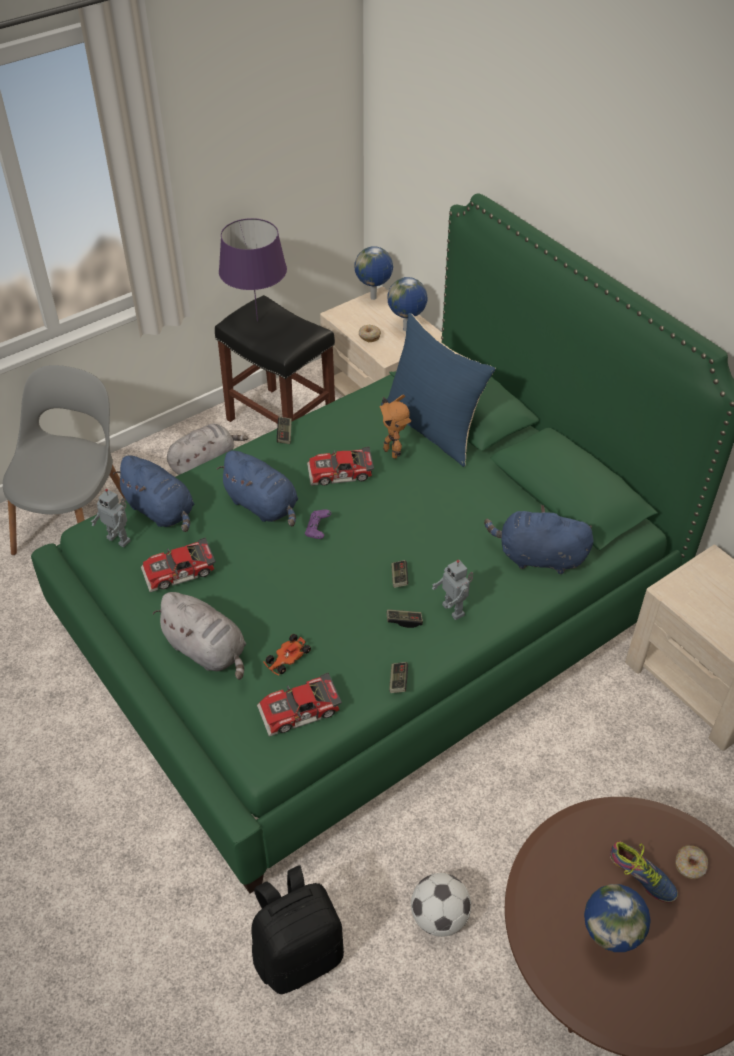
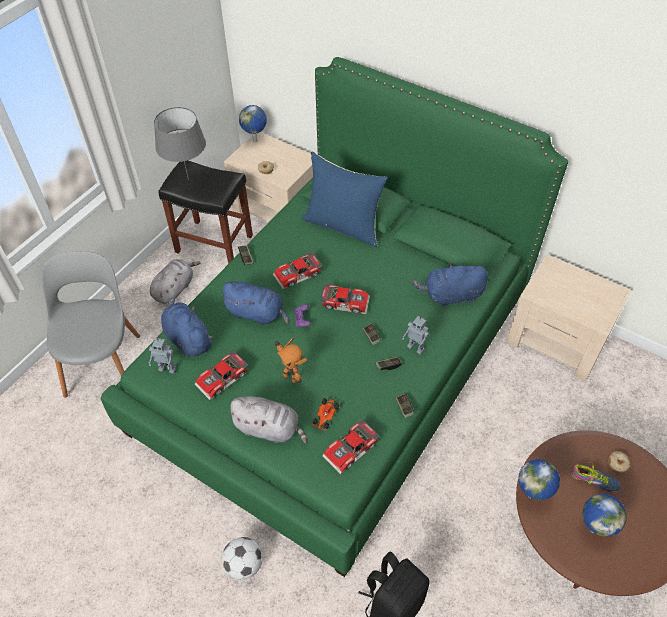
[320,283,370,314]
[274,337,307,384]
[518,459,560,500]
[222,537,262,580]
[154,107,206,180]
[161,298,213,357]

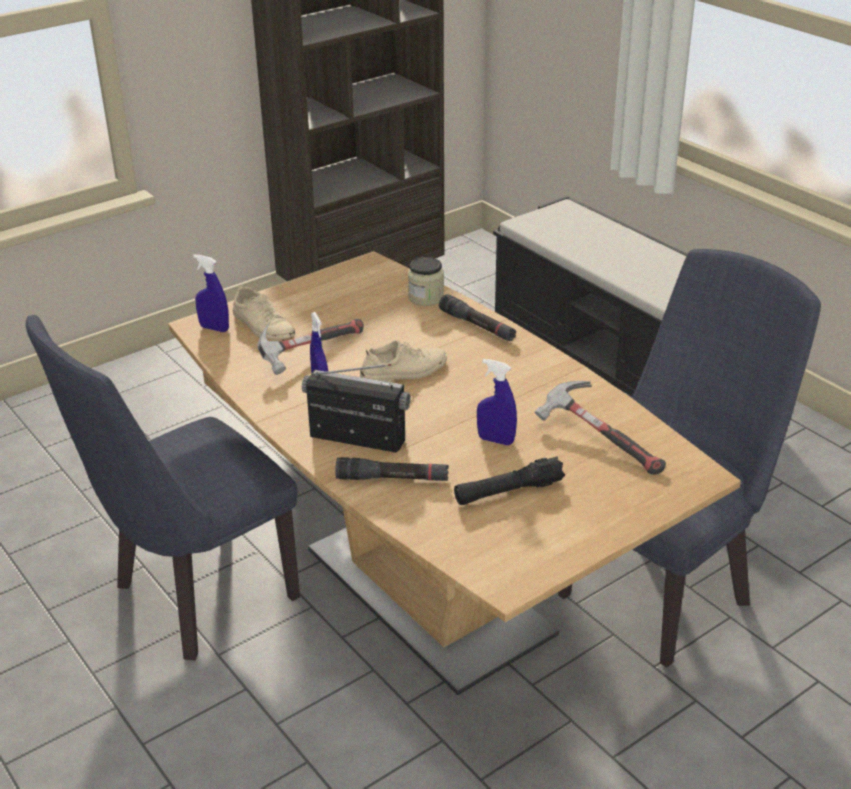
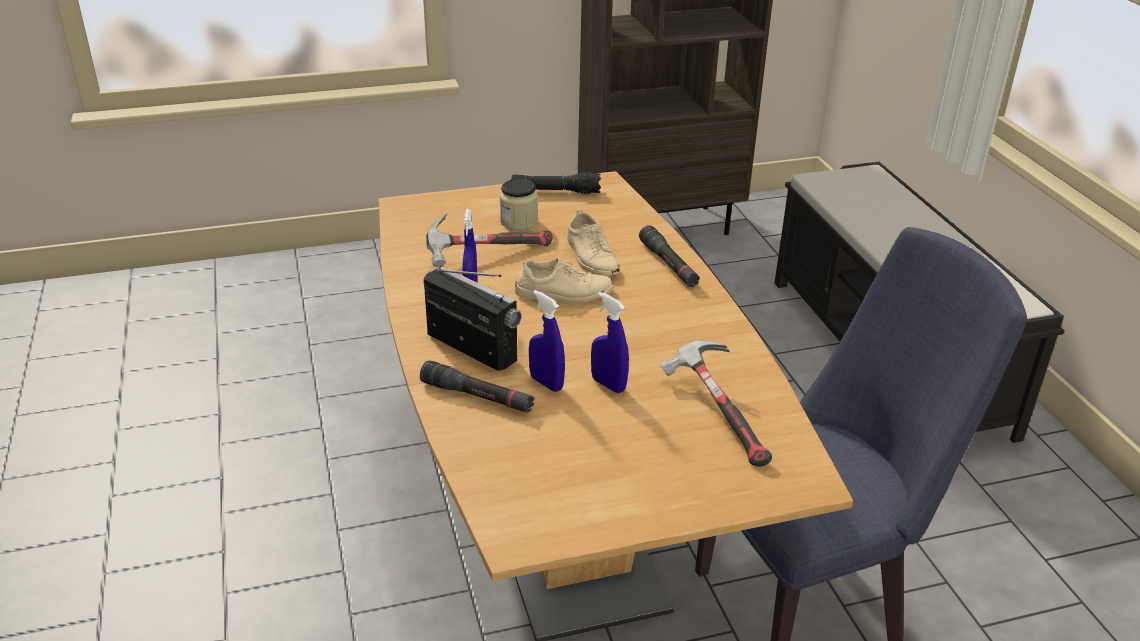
[26,315,300,661] (first image)
[529,290,565,392]
[567,209,620,276]
[499,179,538,230]
[511,172,601,194]

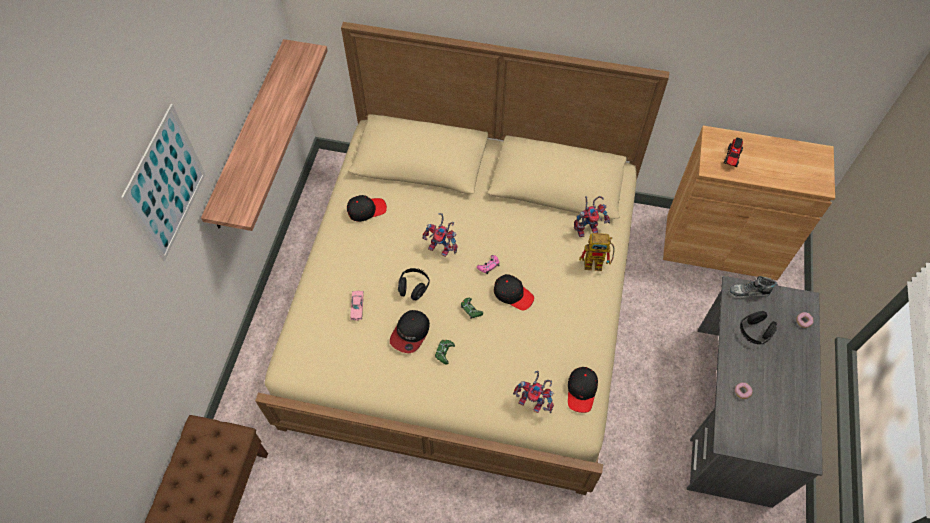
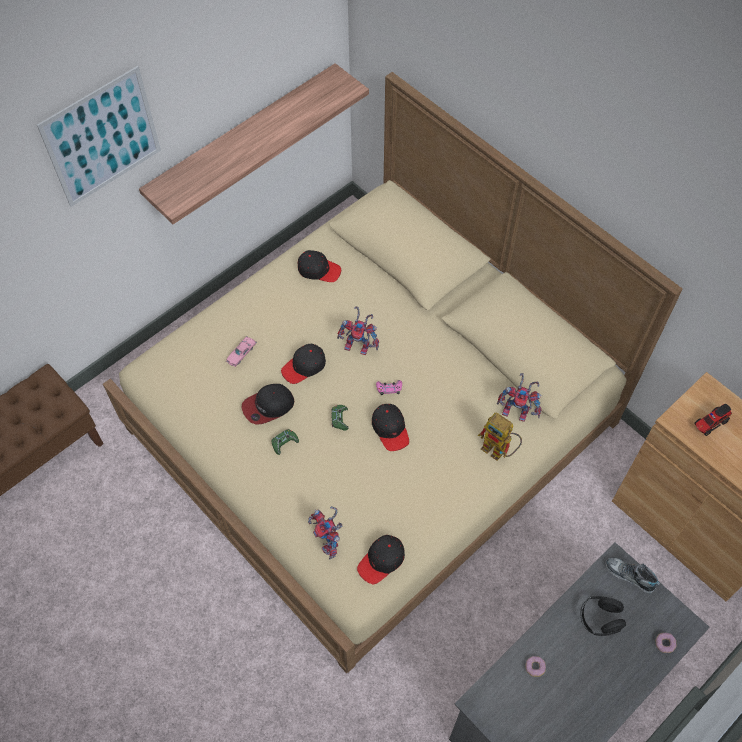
[281,343,326,384]
[337,306,379,355]

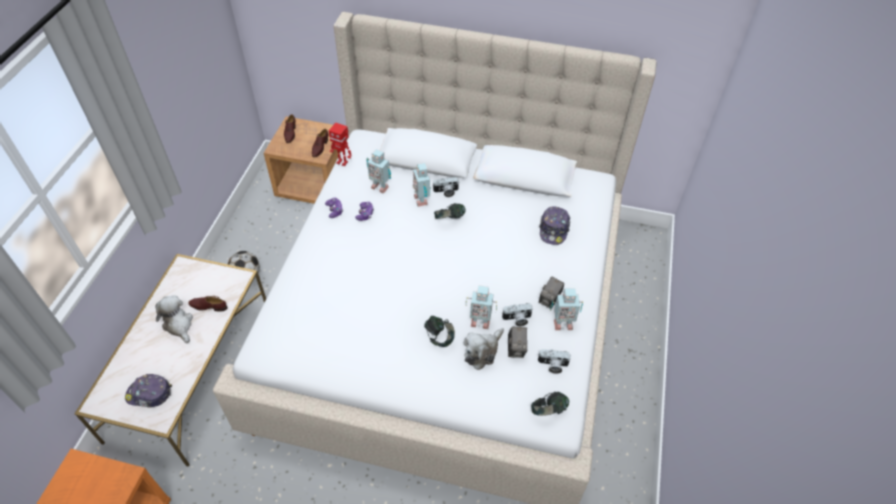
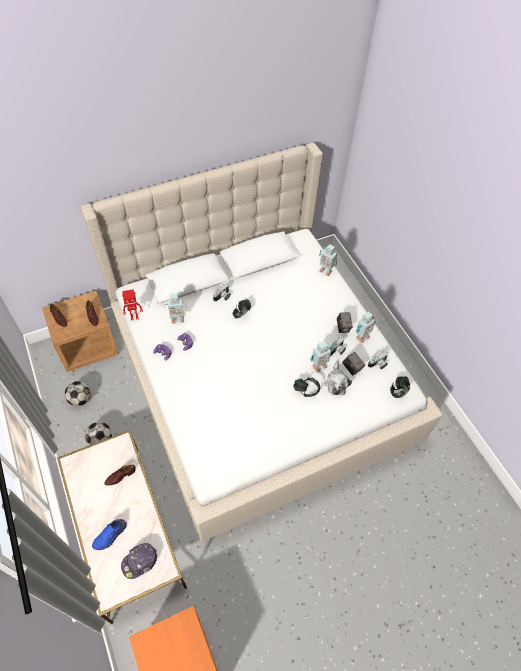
[156,295,193,343] (first image)
[539,206,570,245] (first image)
[65,381,91,406]
[92,519,127,550]
[319,244,337,276]

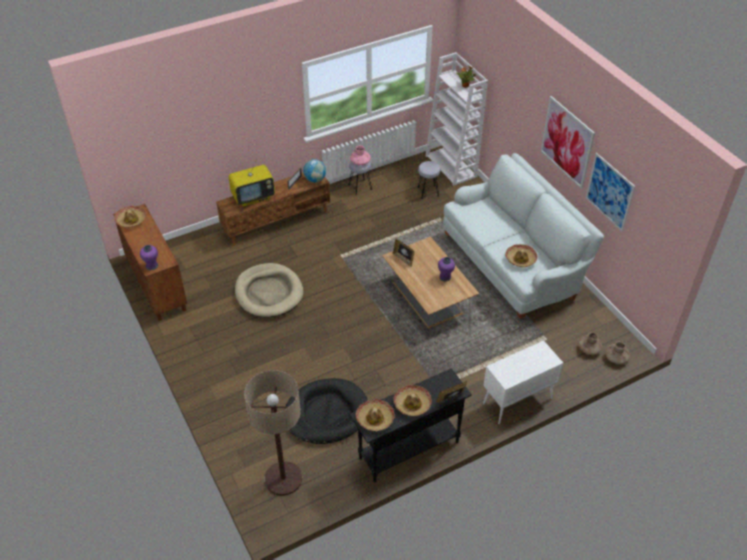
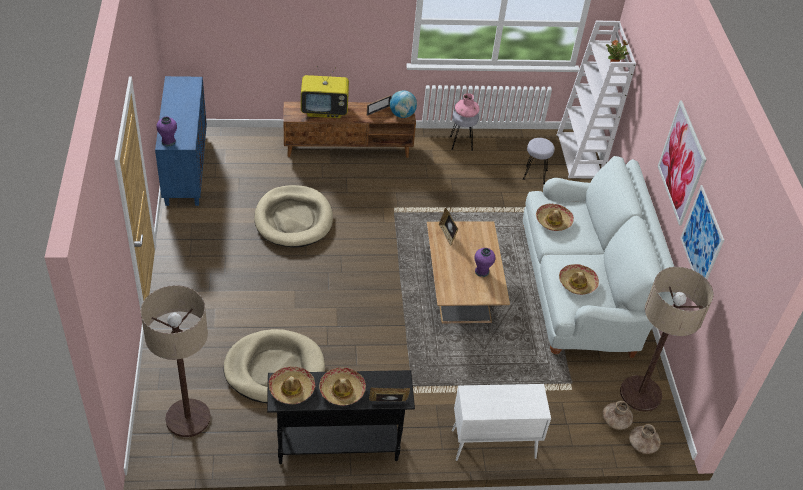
[620,267,714,412]
[536,204,574,231]
[155,76,207,206]
[223,329,325,403]

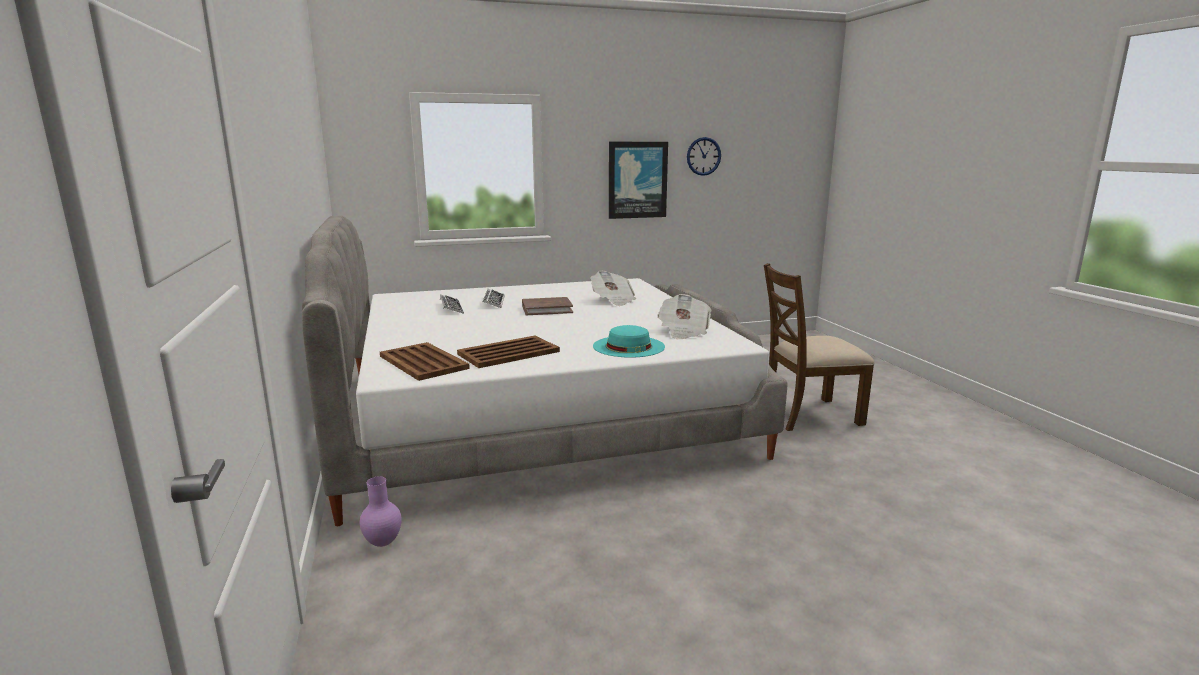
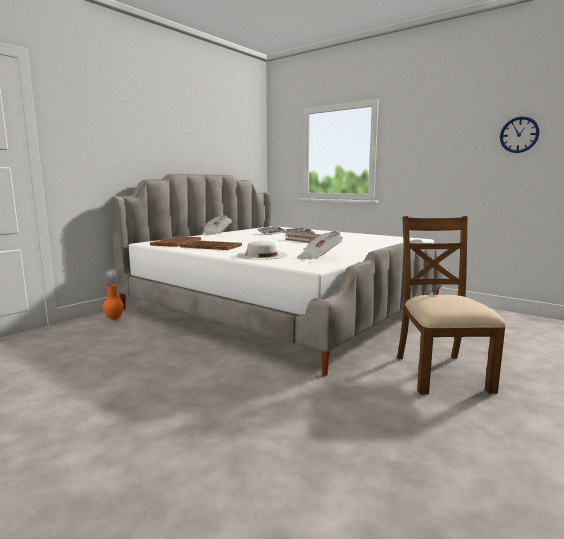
[609,142,668,219] (first image)
[202,215,232,236]
[103,284,124,320]
[236,241,287,260]
[397,216,506,395]

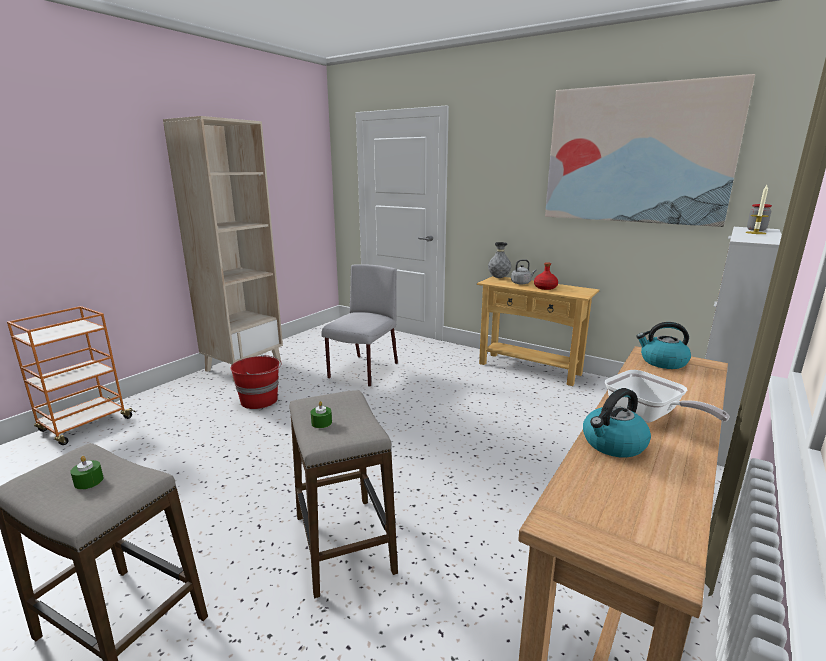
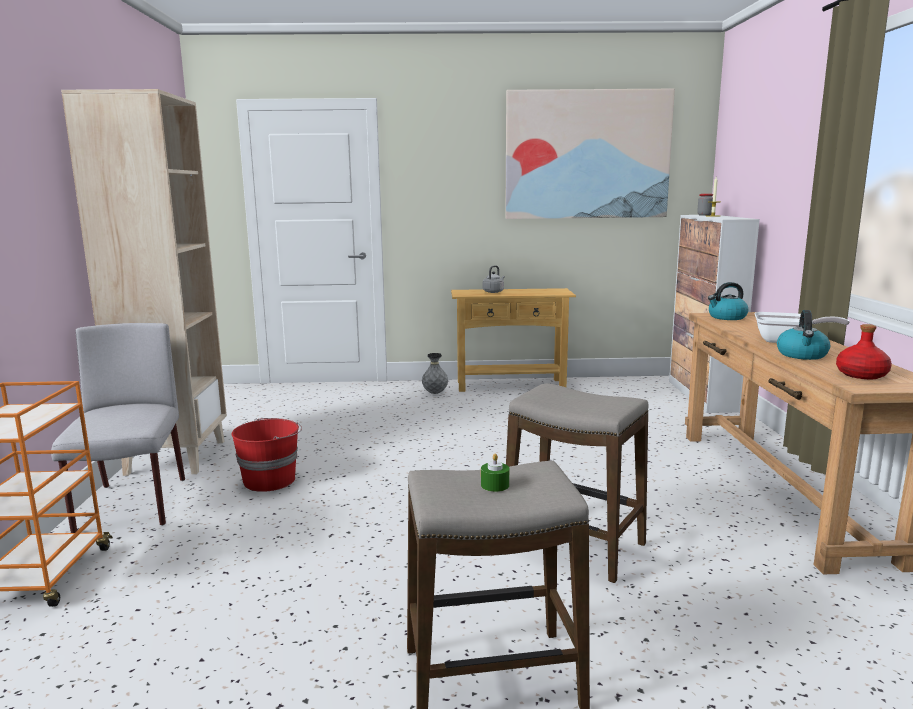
[311,401,332,428] (first image)
[51,323,185,533]
[422,353,448,394]
[836,324,892,379]

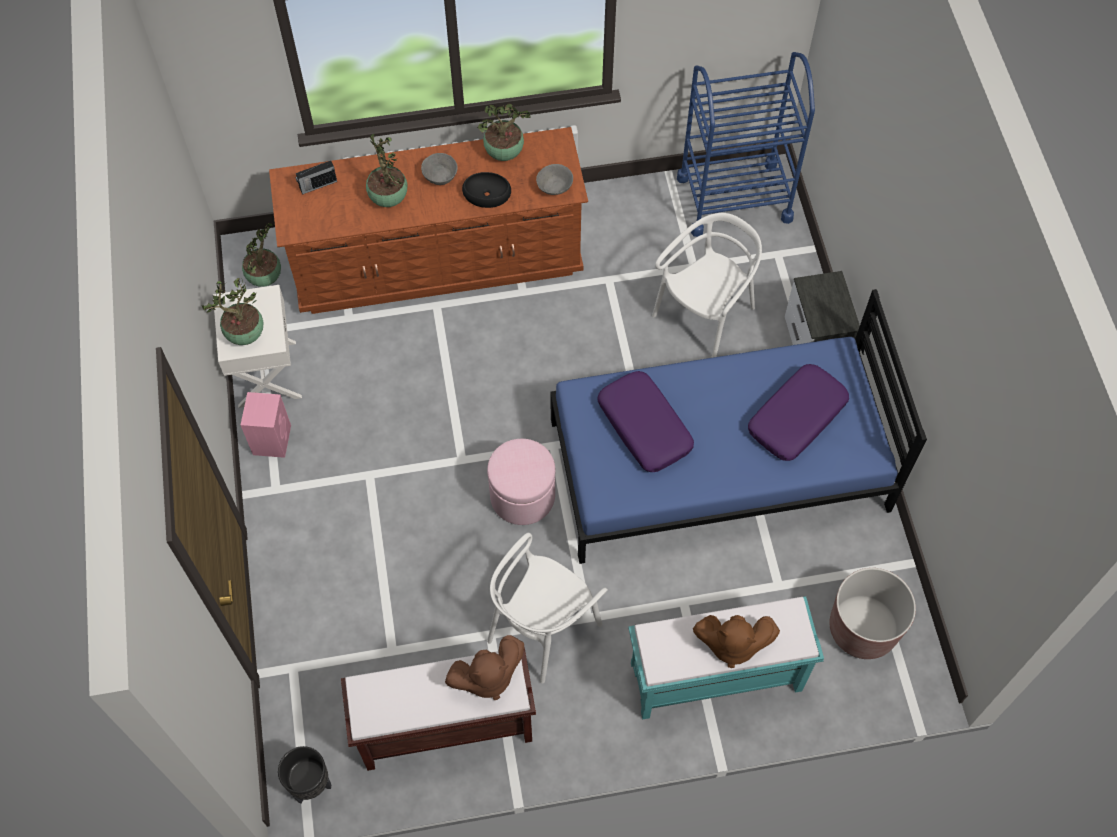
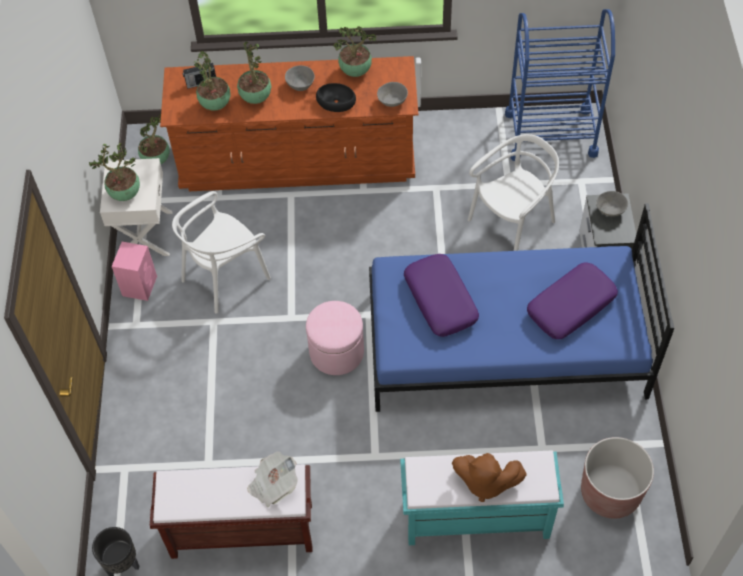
[194,51,231,111]
[596,191,628,217]
[172,191,271,313]
[247,451,298,507]

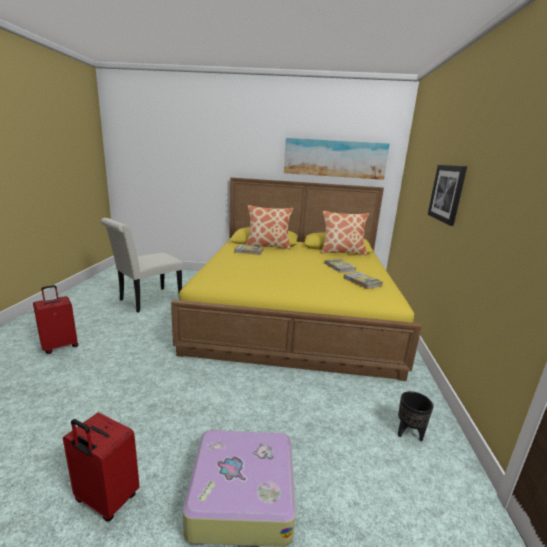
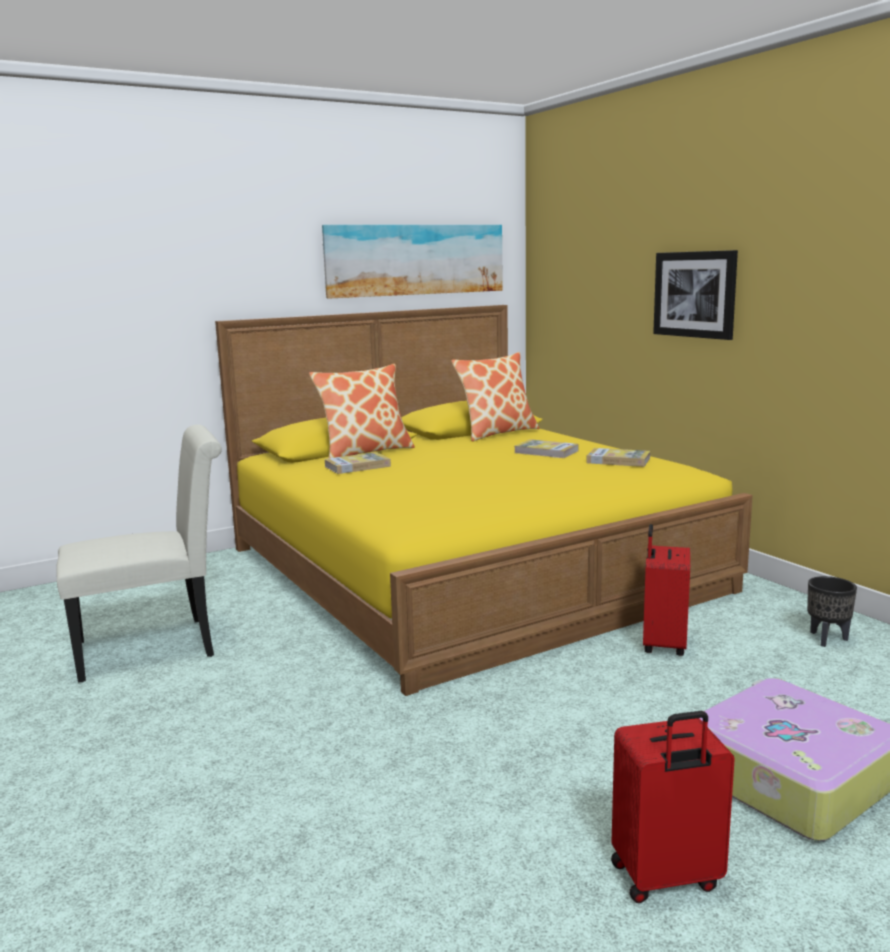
[643,524,690,656]
[56,424,222,683]

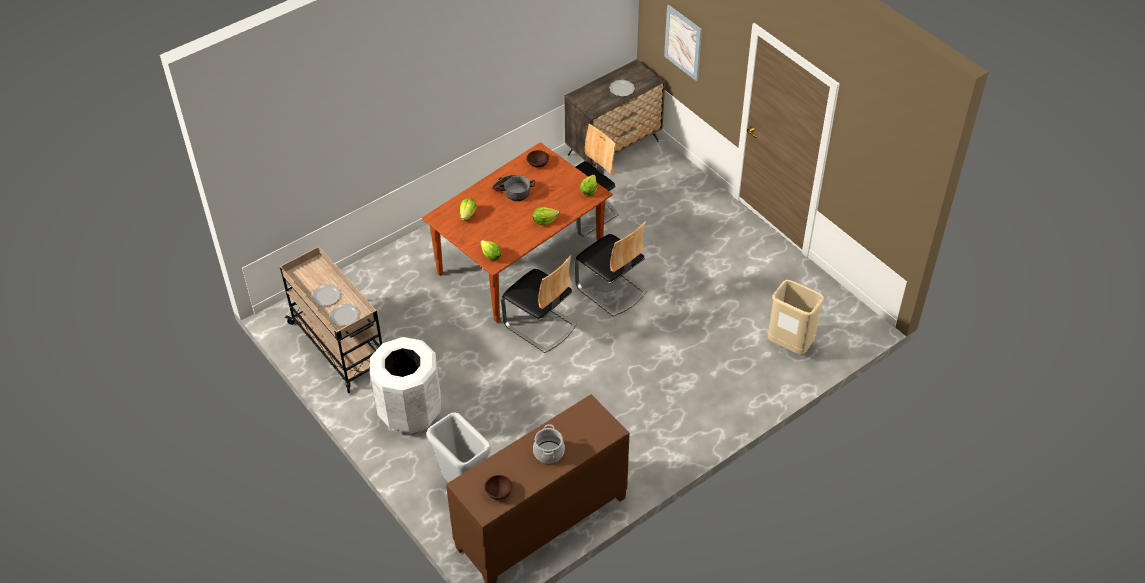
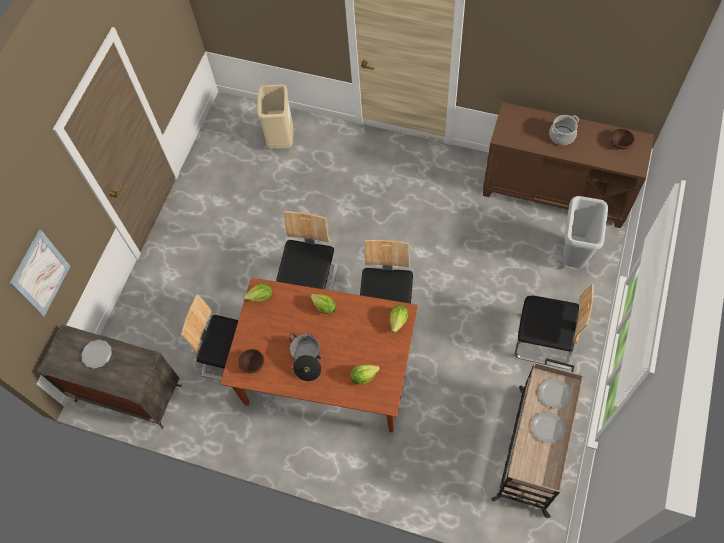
[514,284,593,370]

